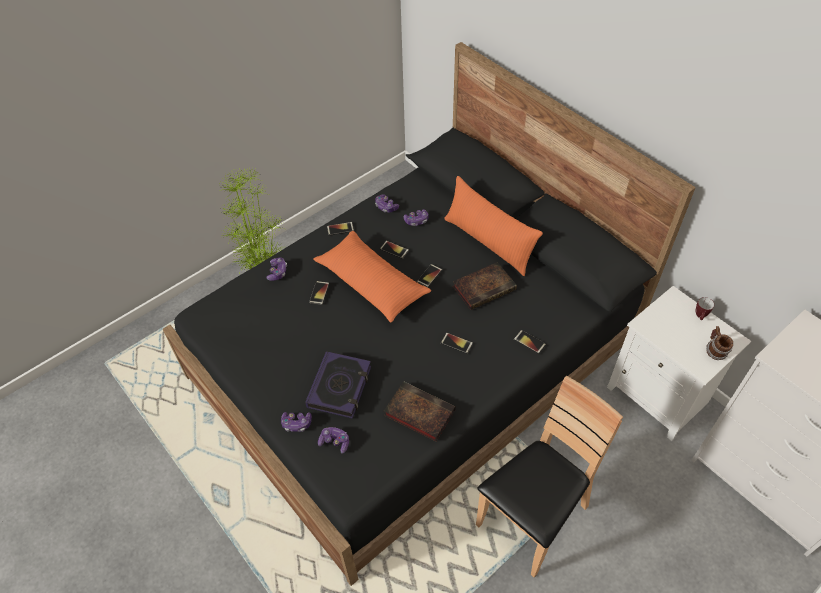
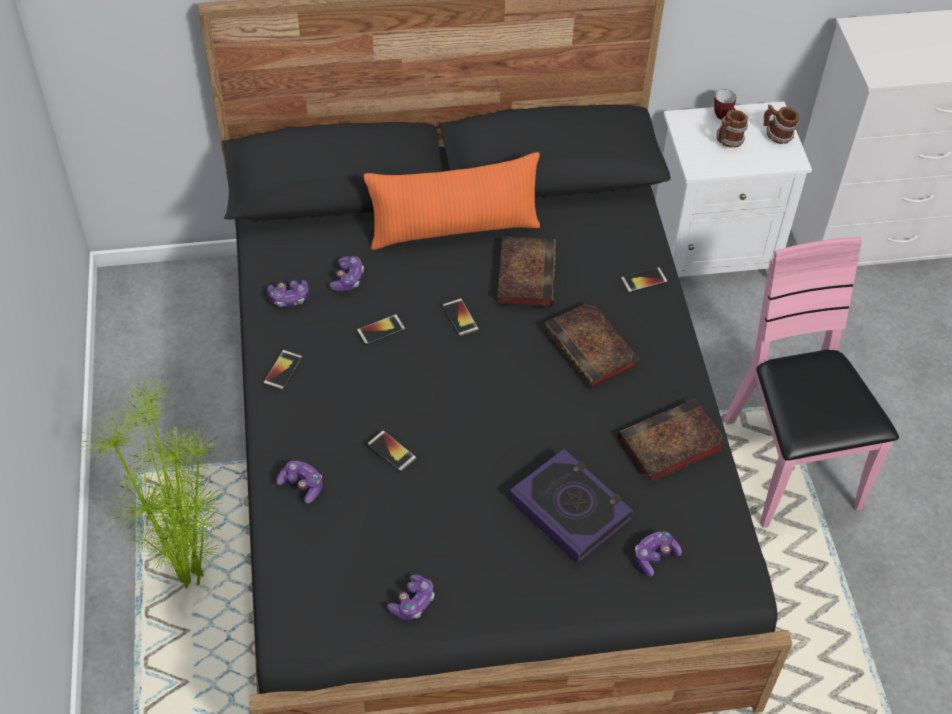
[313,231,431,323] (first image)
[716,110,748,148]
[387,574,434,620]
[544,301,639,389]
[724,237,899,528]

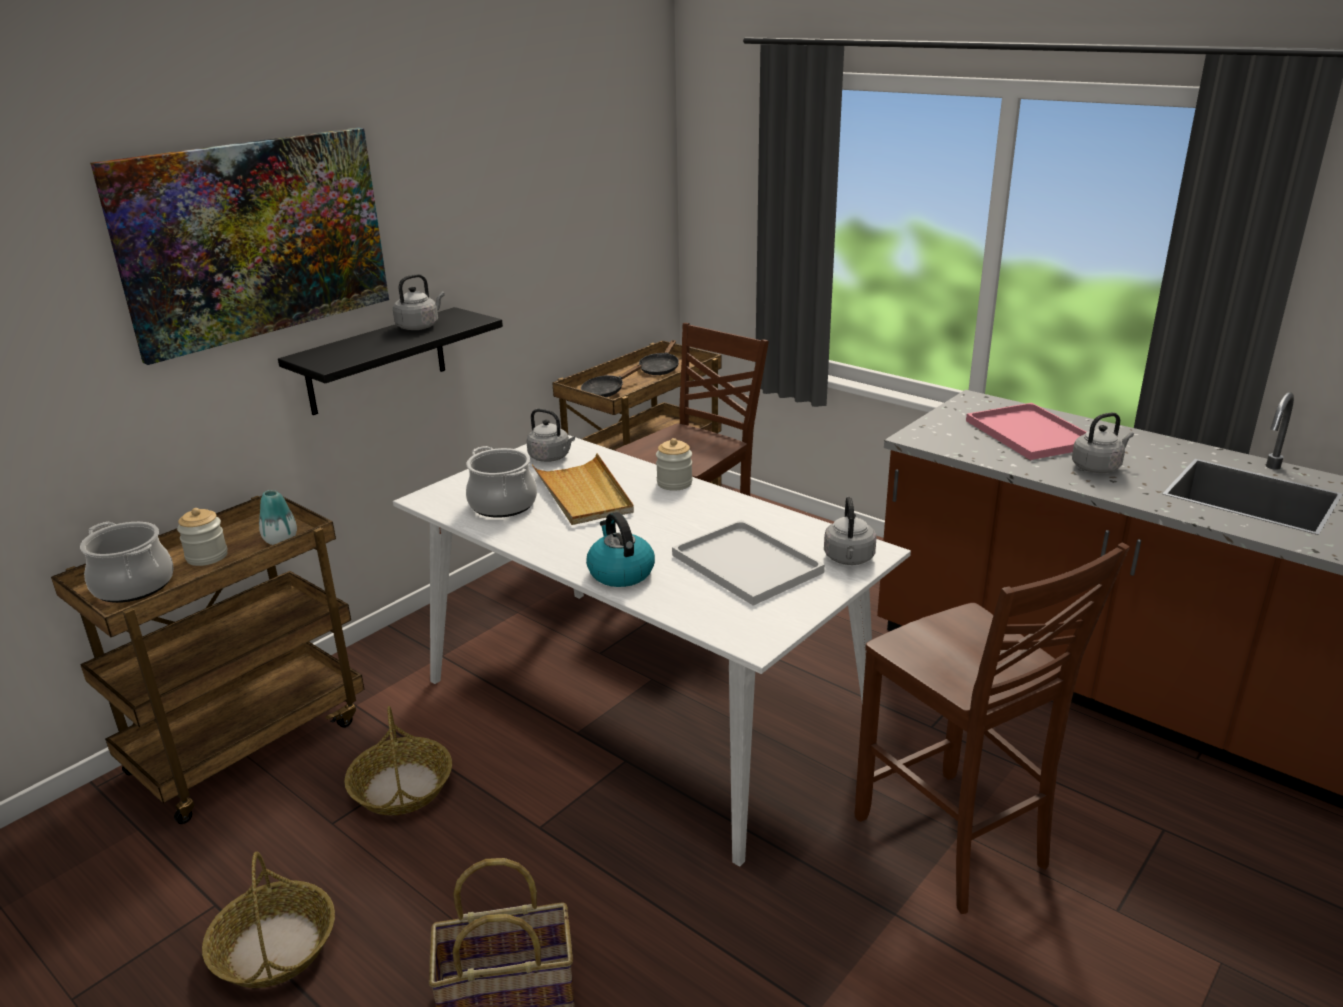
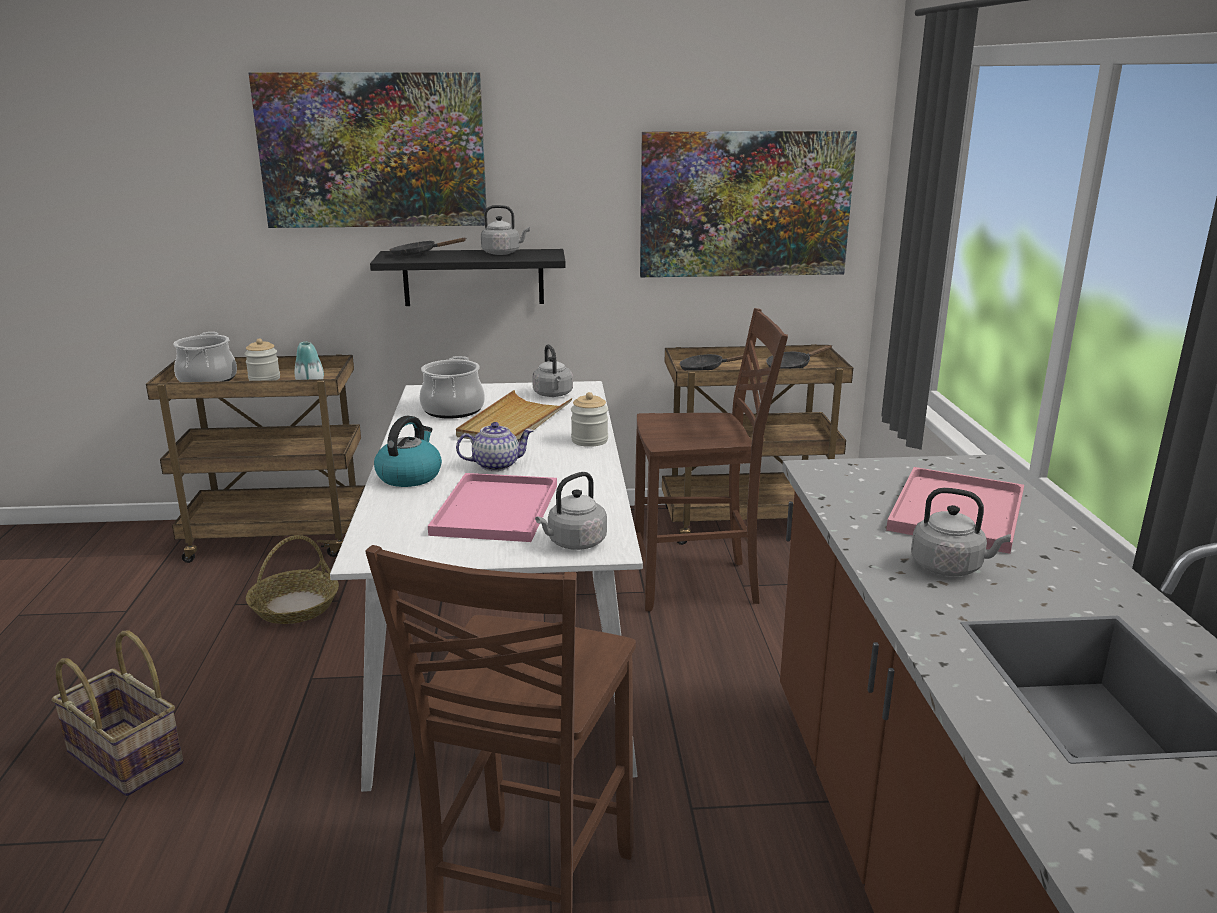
[202,852,335,988] (first image)
[390,237,467,256]
[456,422,533,471]
[640,131,857,277]
[428,473,557,542]

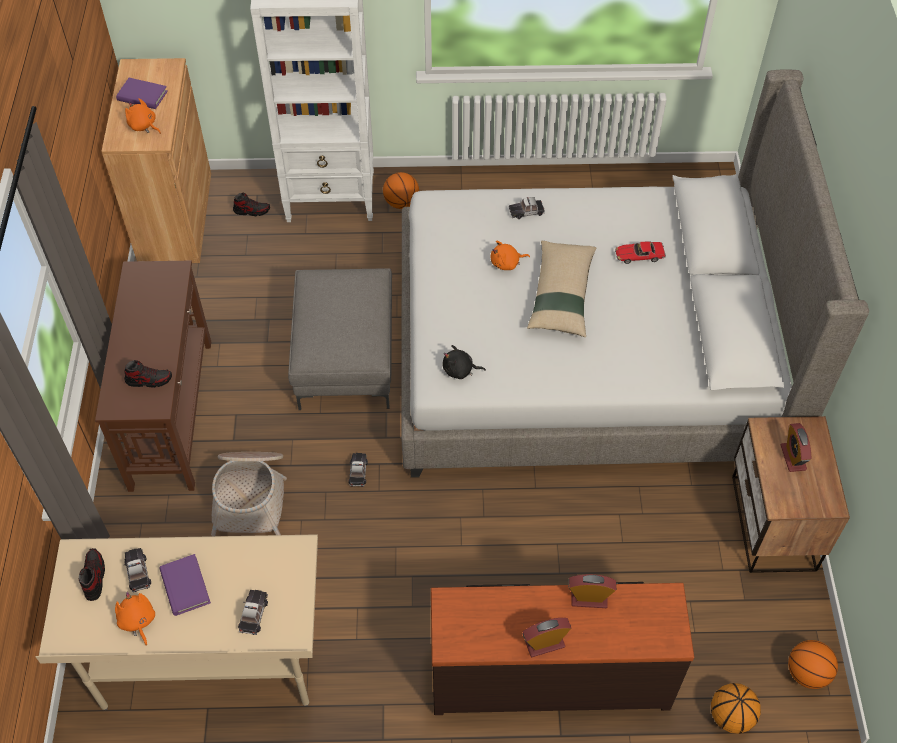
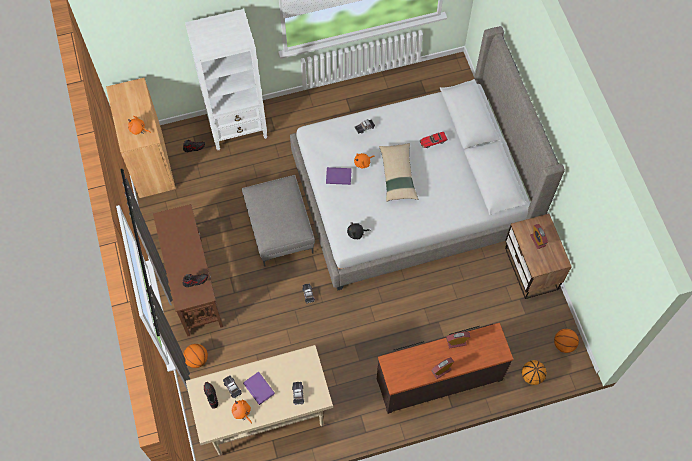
[211,452,287,536] (first image)
[326,167,352,185]
[183,344,208,368]

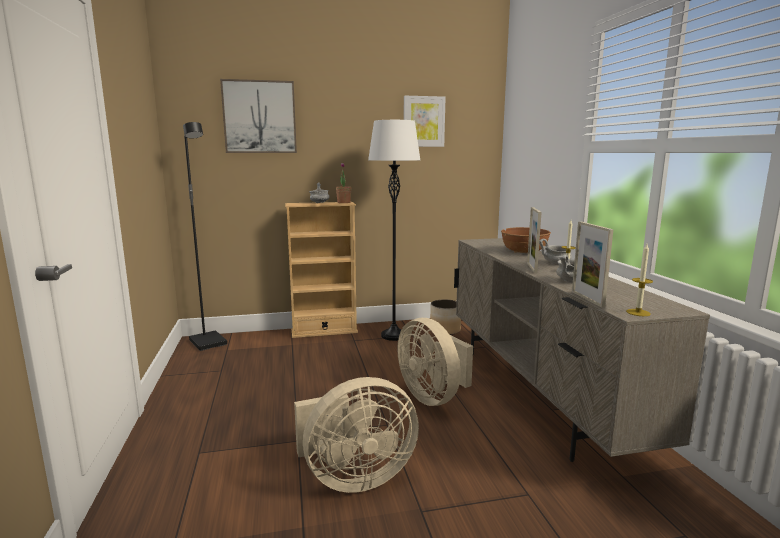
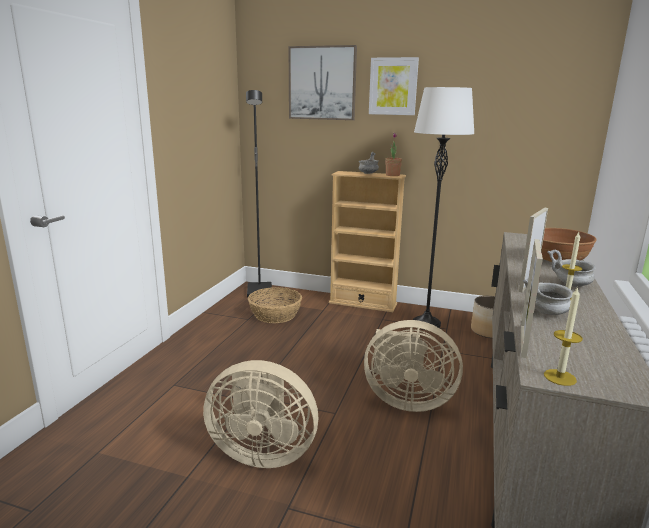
[248,287,302,323]
[369,57,419,115]
[364,320,463,412]

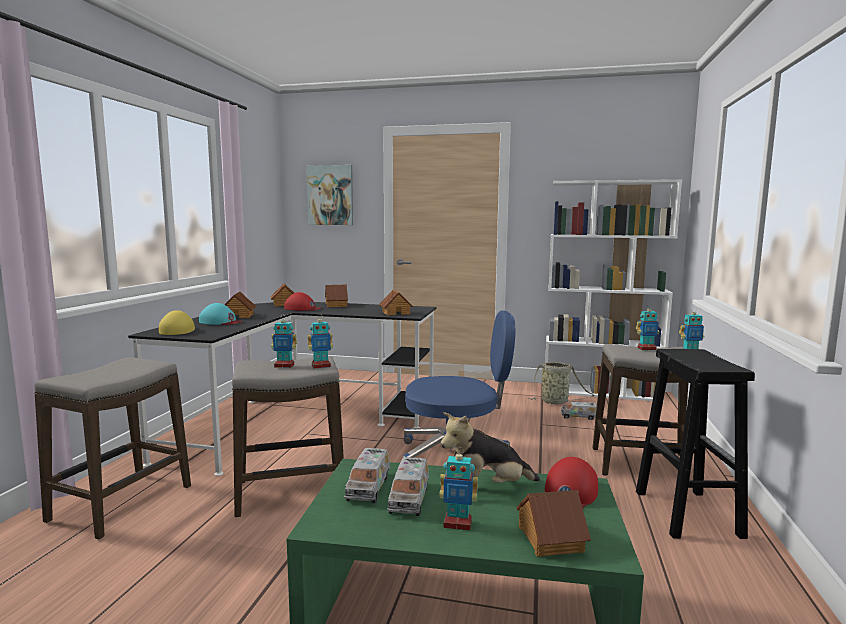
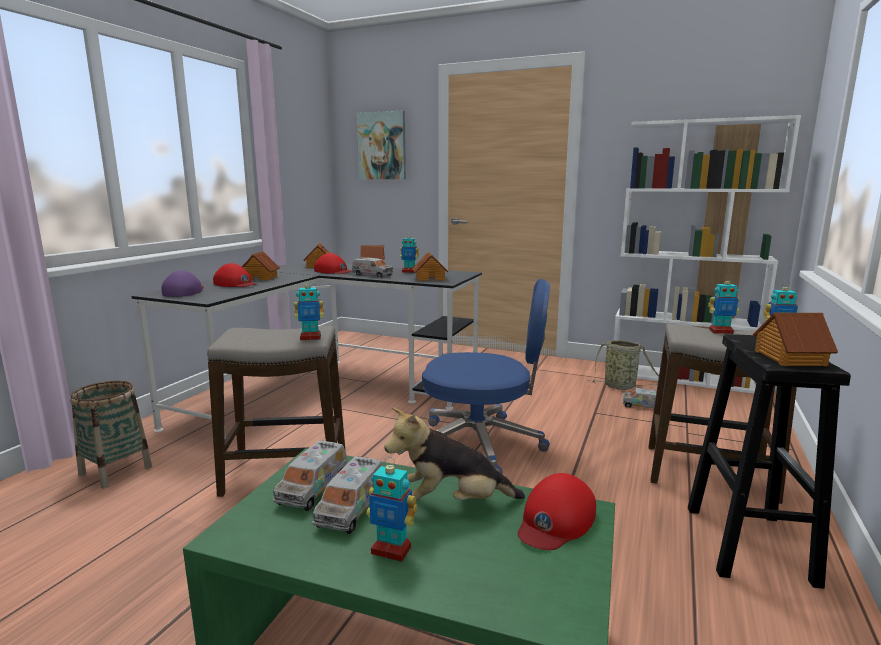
[352,257,393,278]
[400,235,419,273]
[753,313,838,366]
[70,381,152,489]
[162,270,204,297]
[213,263,257,287]

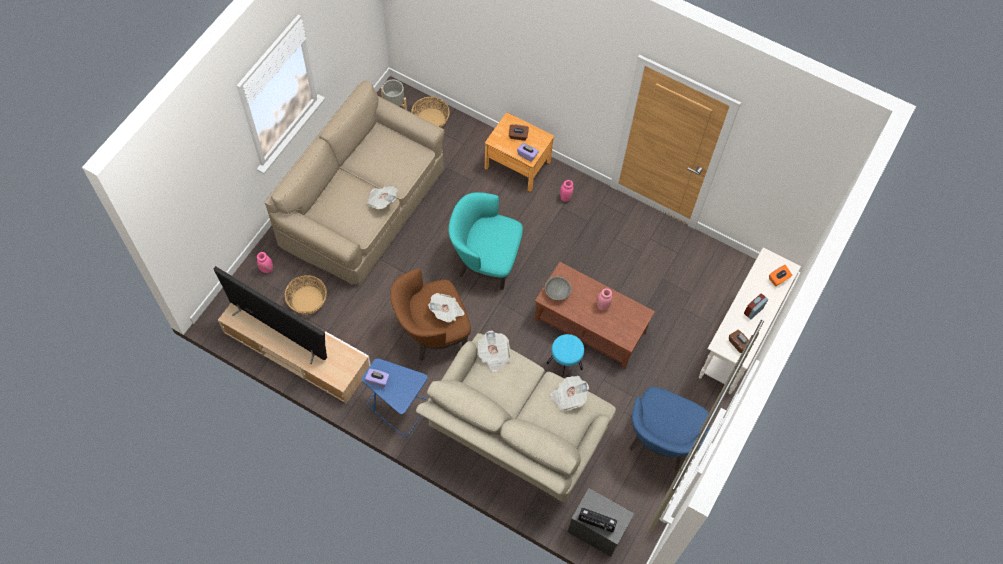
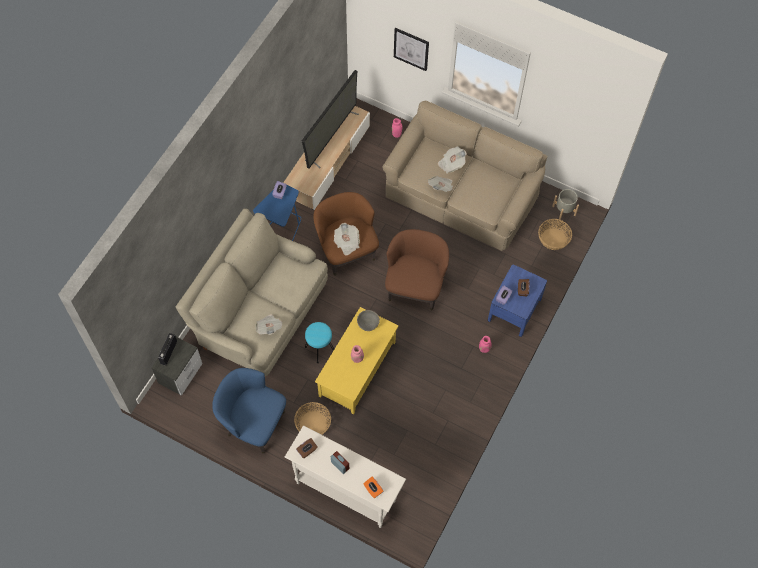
[394,28,429,71]
[294,402,331,435]
[438,147,467,174]
[385,229,449,311]
[488,265,547,337]
[315,307,398,414]

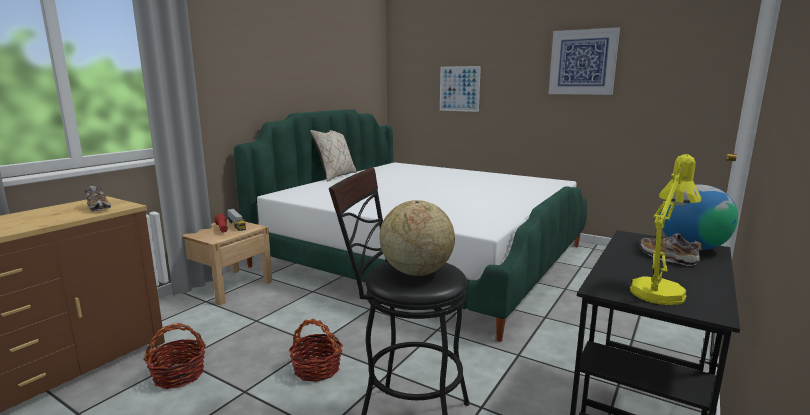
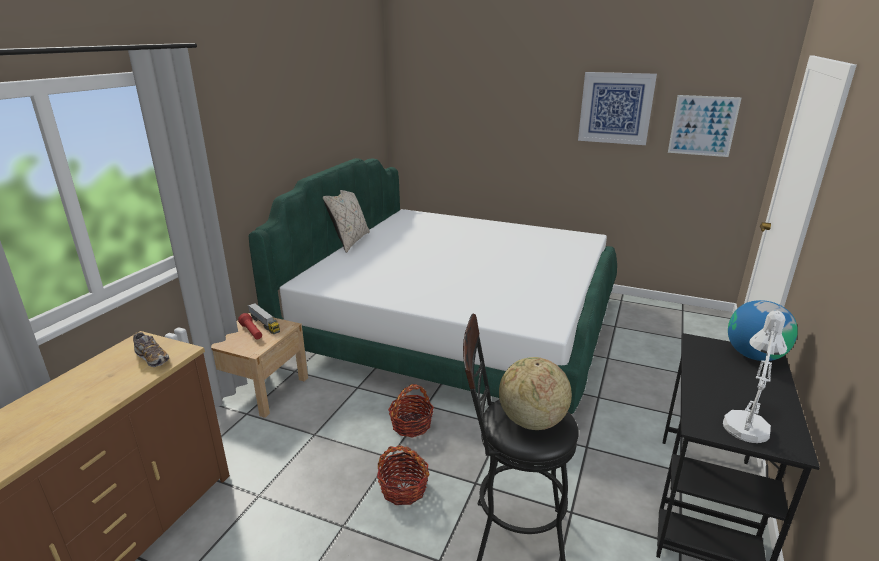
[640,233,702,266] (first image)
[388,384,434,438]
[668,95,742,157]
[723,311,787,443]

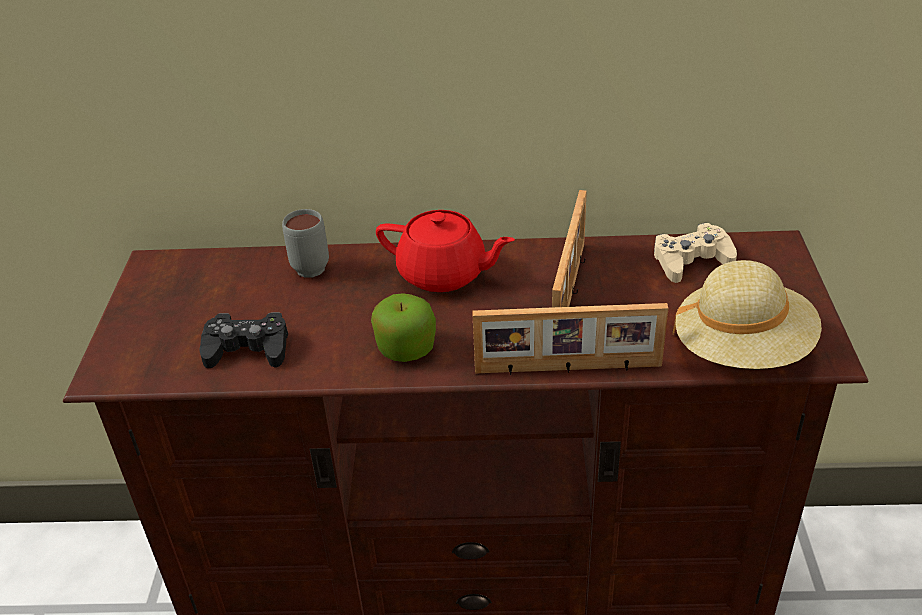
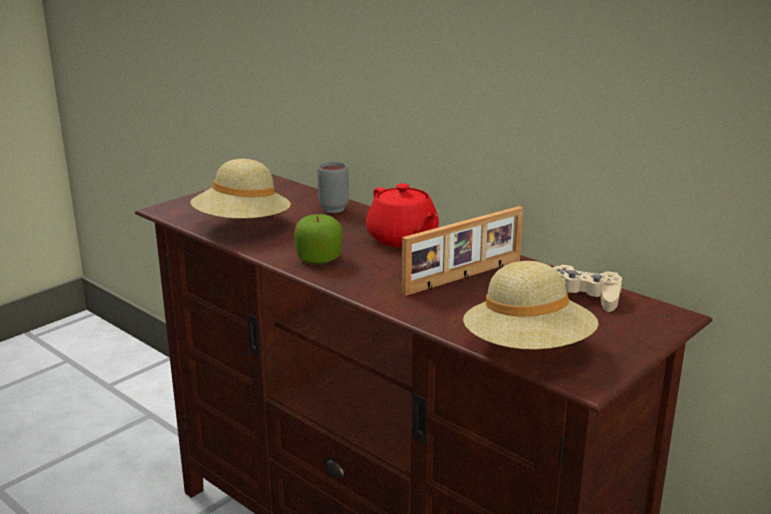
[472,303,668,375] (first image)
[190,159,291,219]

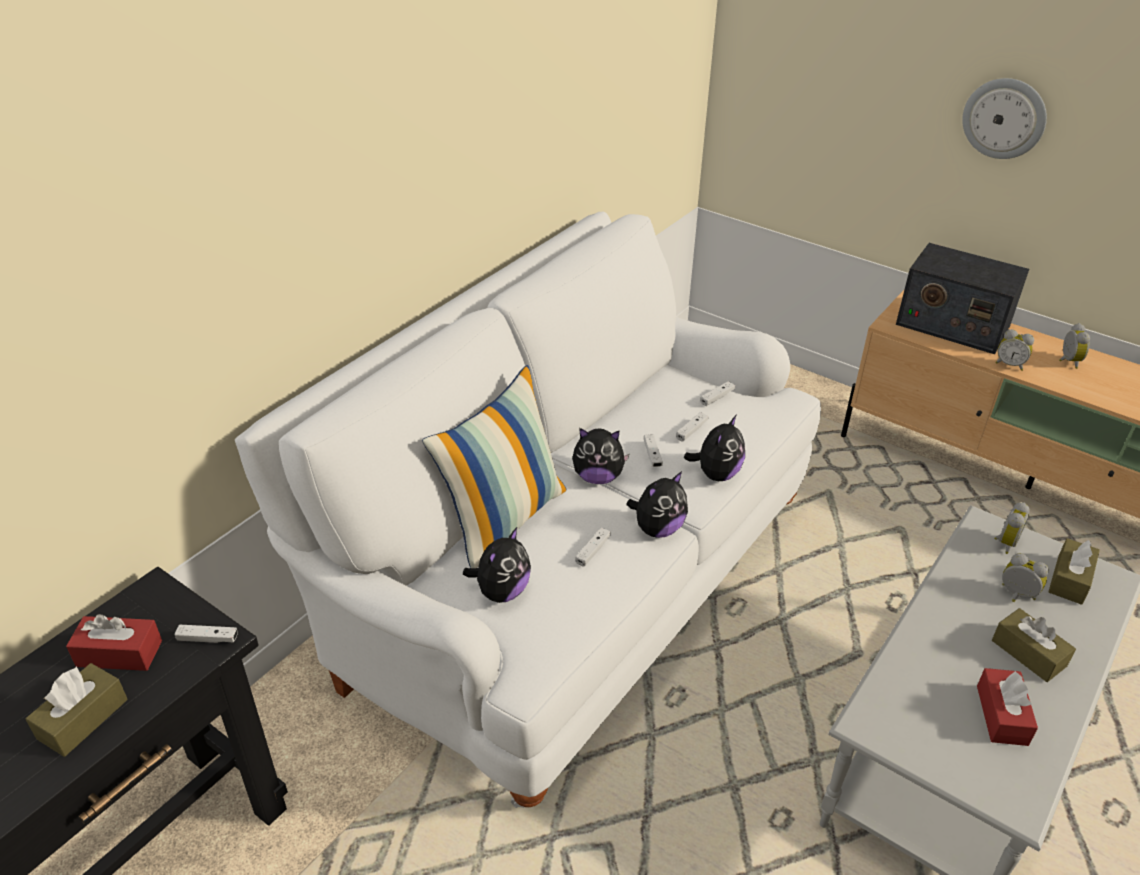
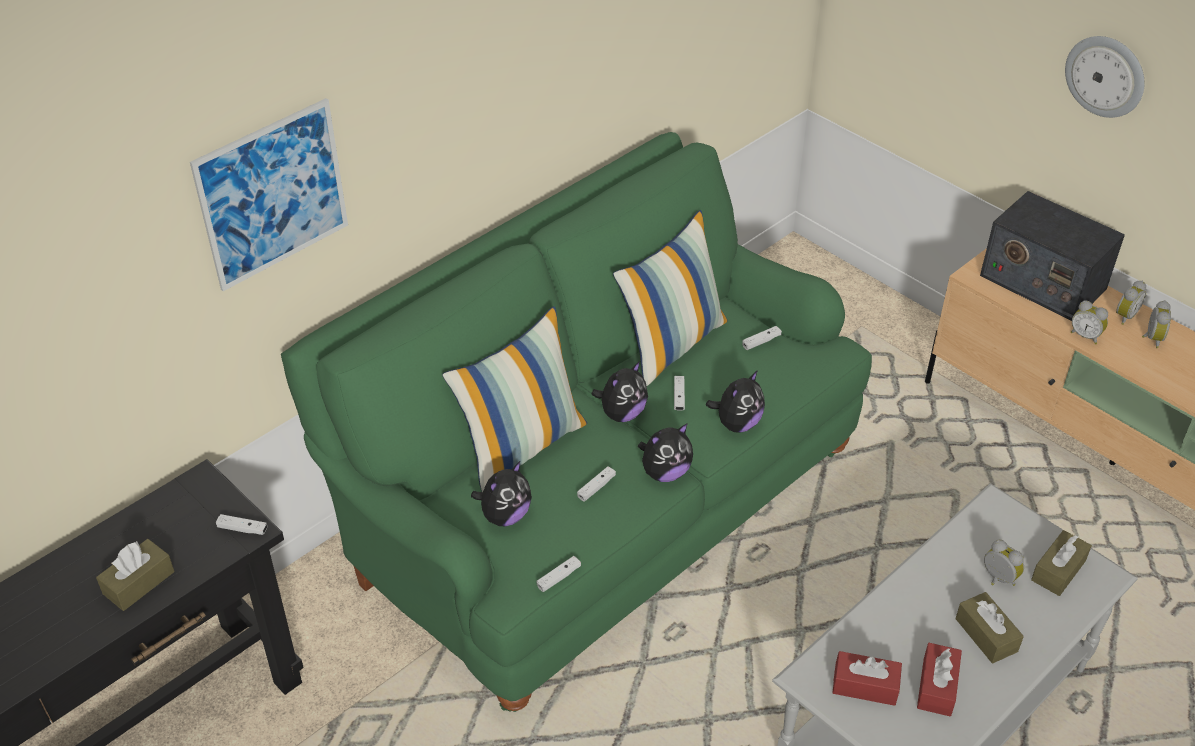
[190,98,348,291]
[613,210,728,386]
[832,651,902,706]
[537,556,581,592]
[1116,281,1146,325]
[281,132,872,712]
[591,361,648,422]

